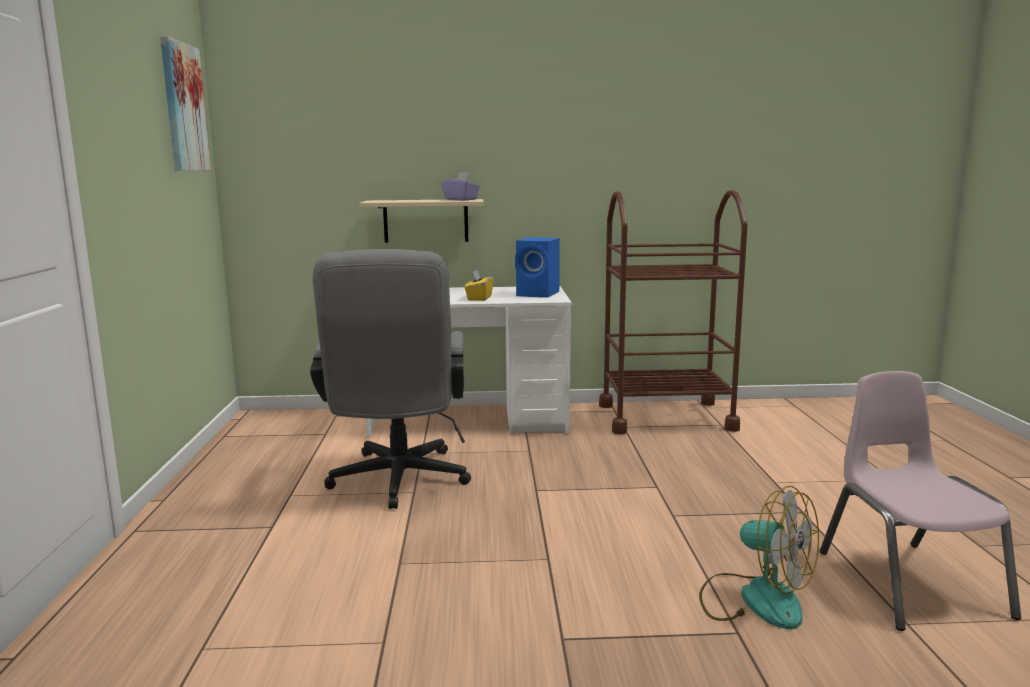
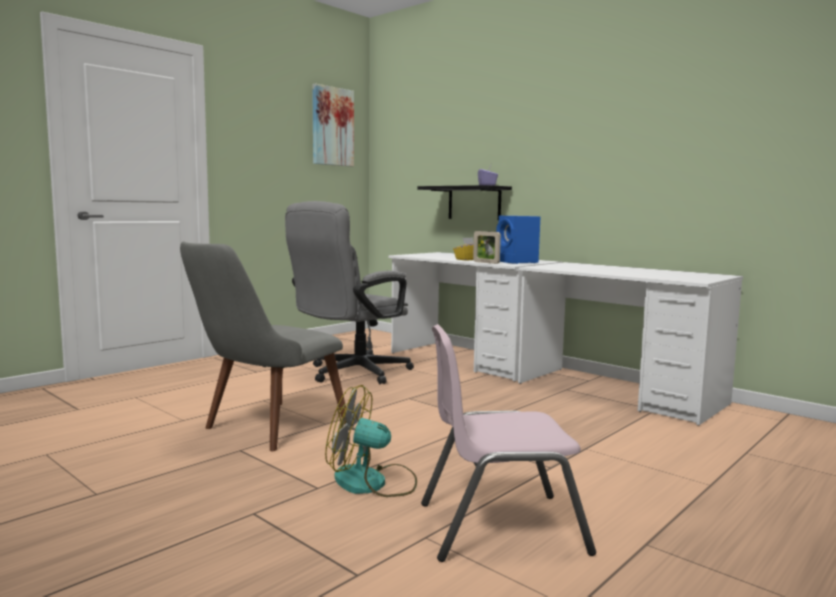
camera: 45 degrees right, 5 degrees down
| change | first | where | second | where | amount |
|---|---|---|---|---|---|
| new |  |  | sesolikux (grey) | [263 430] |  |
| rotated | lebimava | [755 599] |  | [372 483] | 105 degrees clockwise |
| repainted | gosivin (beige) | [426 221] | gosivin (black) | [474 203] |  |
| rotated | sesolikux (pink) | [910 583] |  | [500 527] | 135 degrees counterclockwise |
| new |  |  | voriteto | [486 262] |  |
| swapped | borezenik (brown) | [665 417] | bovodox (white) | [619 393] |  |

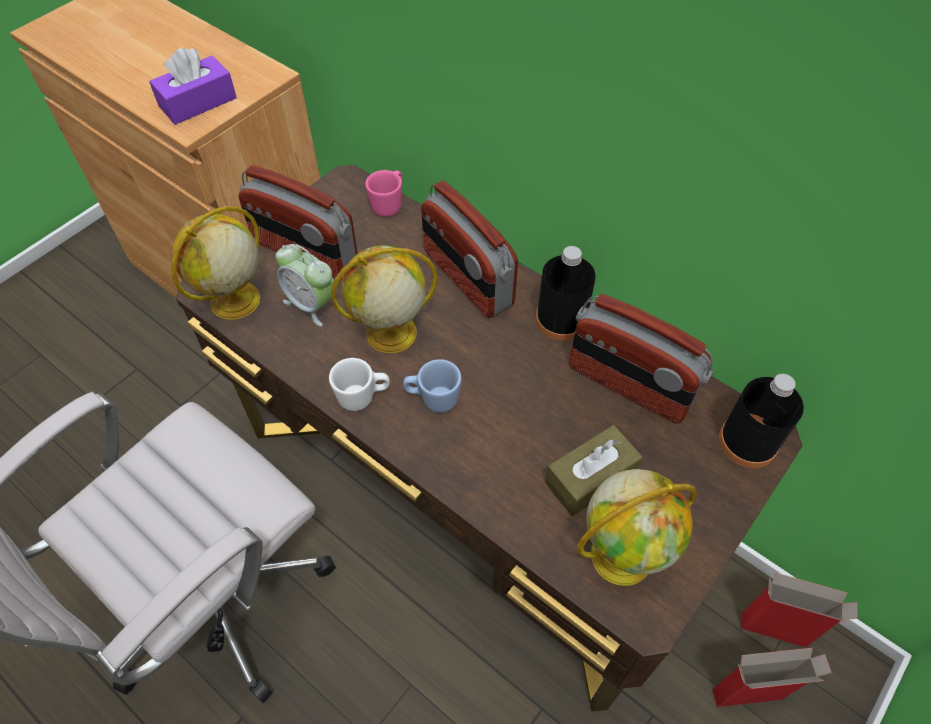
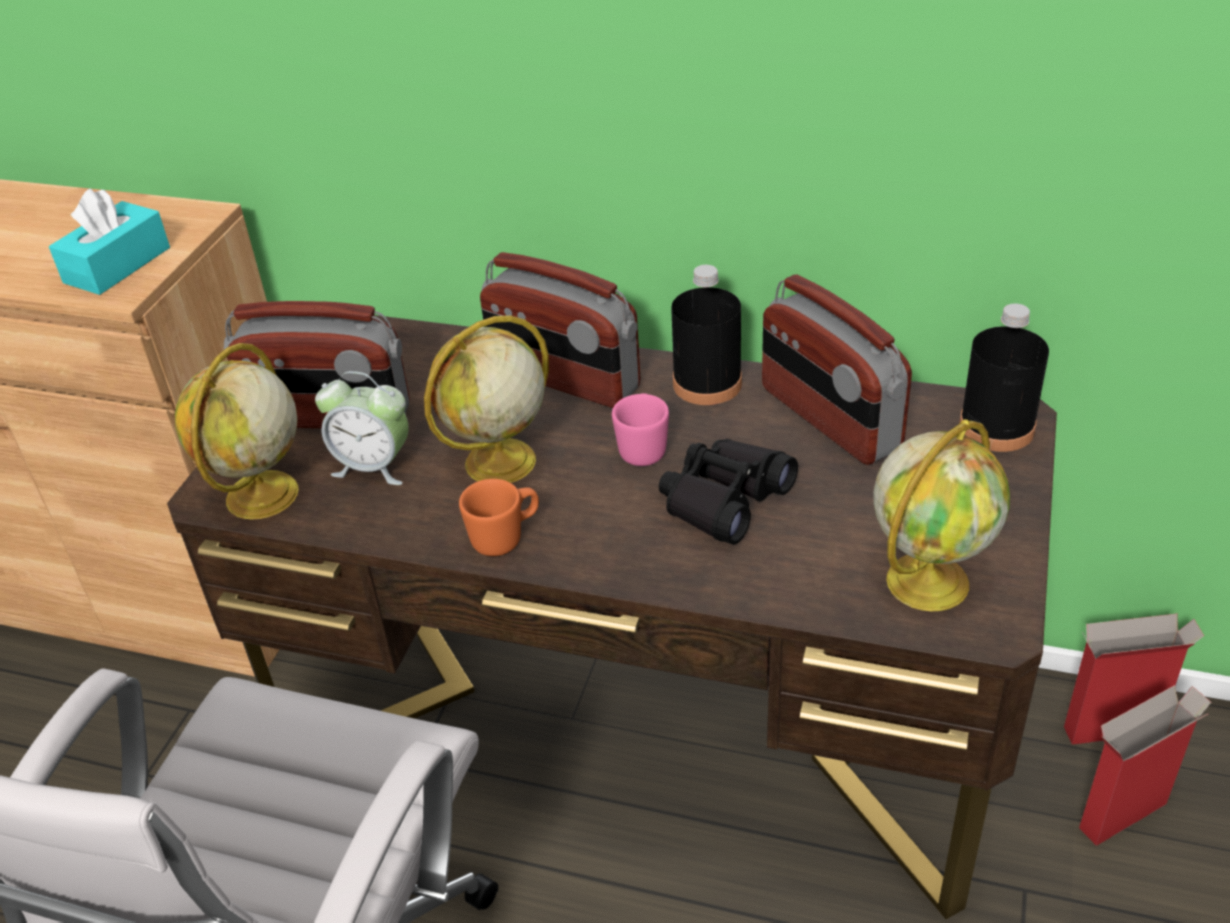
camera: 20 degrees left, 15 degrees down
| change | first | where | second | where | amount |
|---|---|---|---|---|---|
| repainted | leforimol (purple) | [198 102] | leforimol (turquoise) | [117 265] |  |
| repainted | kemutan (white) | [363 397] | kemutan (orange) | [505 538] |  |
| shifted | kemutan (pink) | [389 204] |  | [643 448] |  |
| new |  |  | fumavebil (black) | [724 500] |  |
| rotated | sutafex | [629 385] |  | [828 419] | 45 degrees clockwise |
| gone | kemutan (blue) | [433 399] |  |  |  |
| gone | leforimol (brown) | [590 478] |  |  |  |

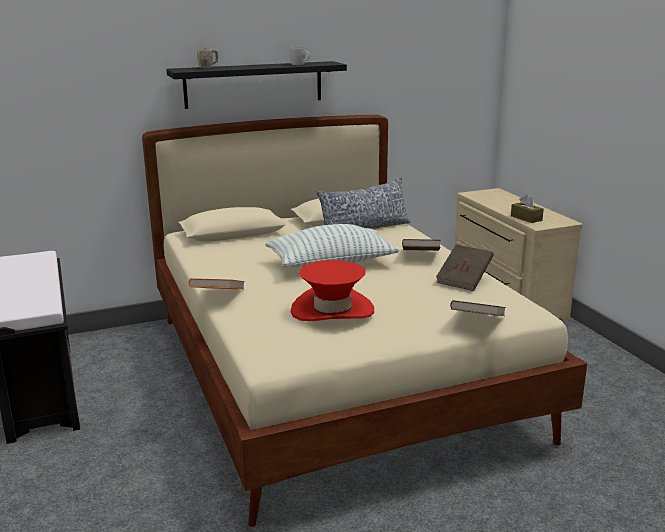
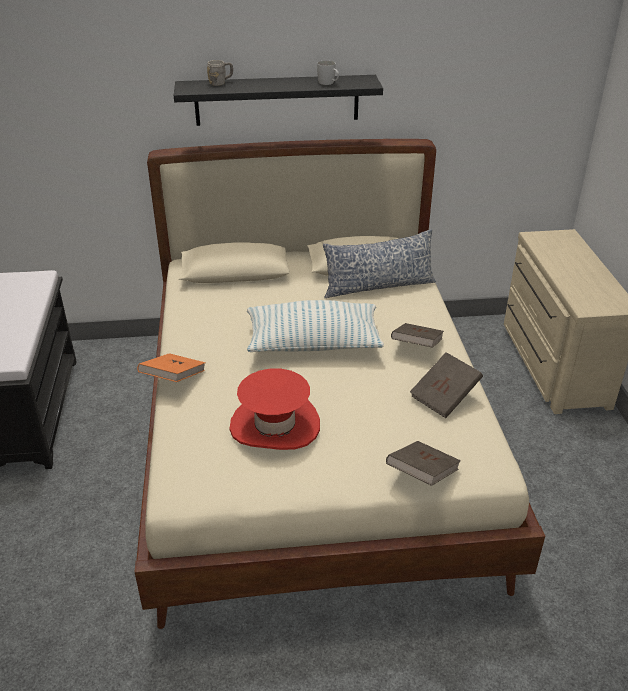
camera: 15 degrees right, 15 degrees up
| change | first | where | second | where | amount |
|---|---|---|---|---|---|
| gone | leforimol (brown) | [526 218] |  |  |  |

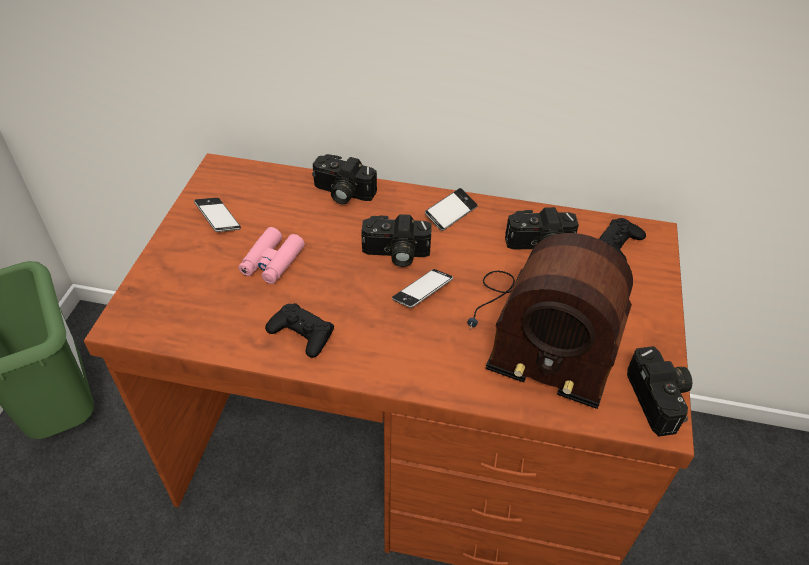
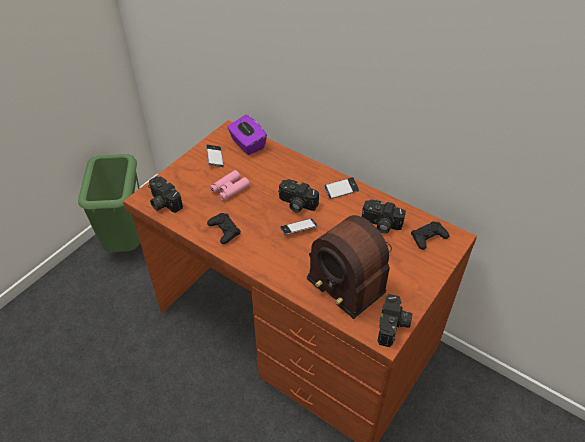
camera: 25 degrees right, 0 degrees up
| change | first | where | second | where | amount |
|---|---|---|---|---|---|
| shifted | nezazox | [342 193] |  | [163 202] |  |
| new |  |  | leforimol (purple) | [247 144] |  |

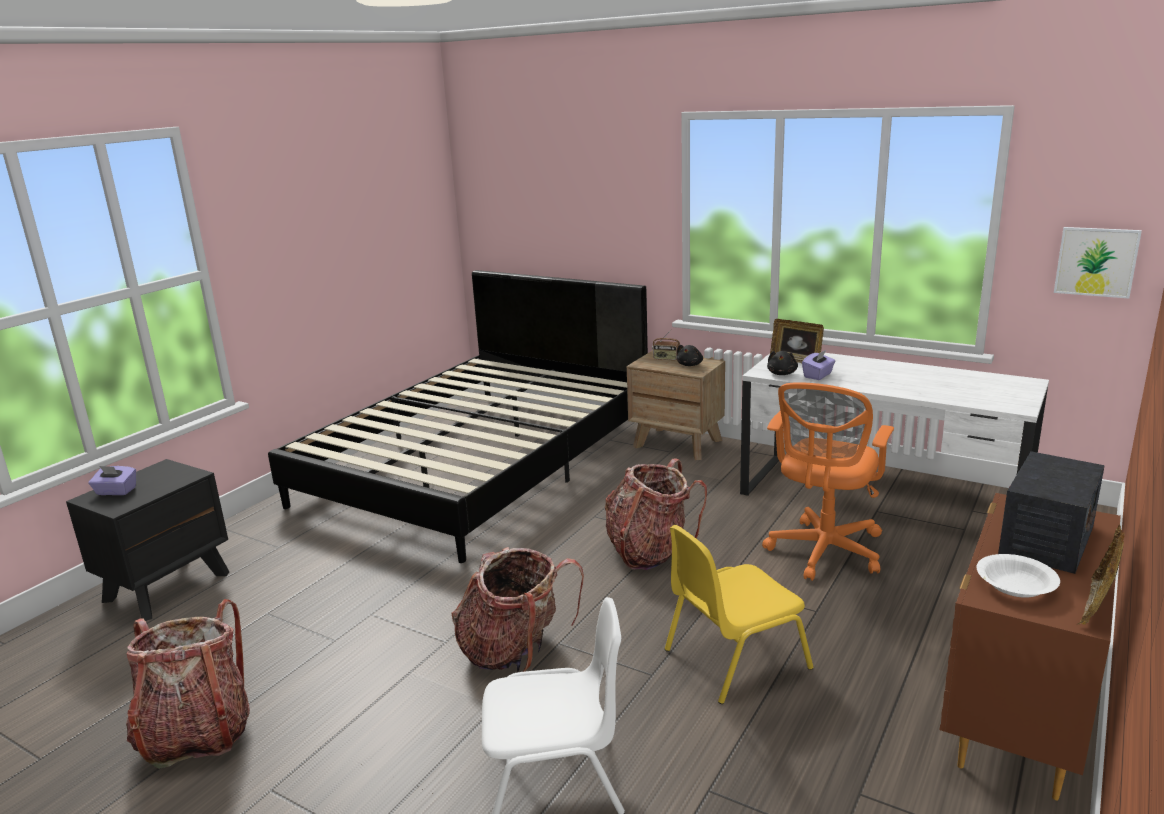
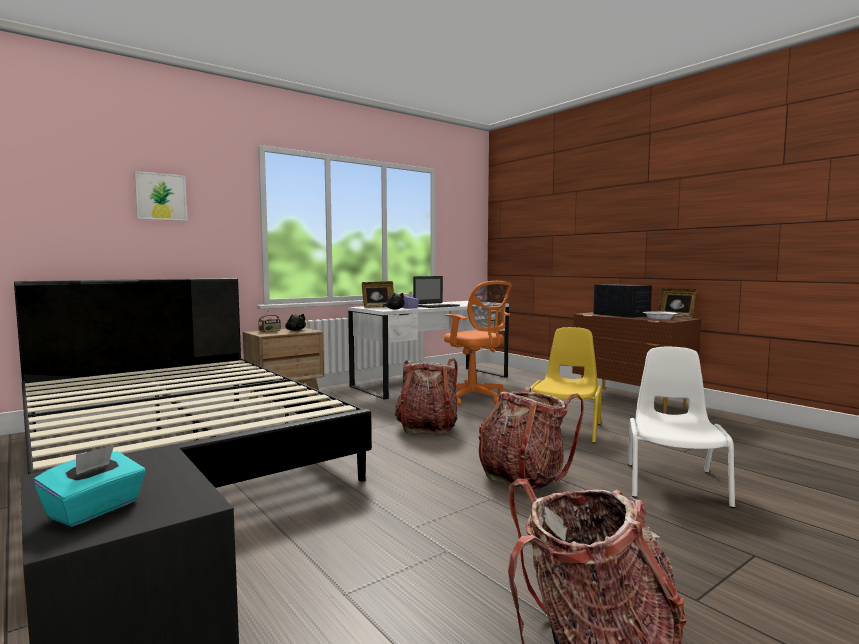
camera: 70 degrees left, 15 degrees down
| change | first | where | second | where | amount |
|---|---|---|---|---|---|
| repainted | leforimol (purple) | [116 491] | leforimol (turquoise) | [95 510] |  |
| shifted | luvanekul | [1096 262] |  | [161 197] |  |
| new |  |  | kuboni | [436 306] |  |
| rotated | sesolikux (yellow) | [733 659] |  | [566 429] | 150 degrees counterclockwise |

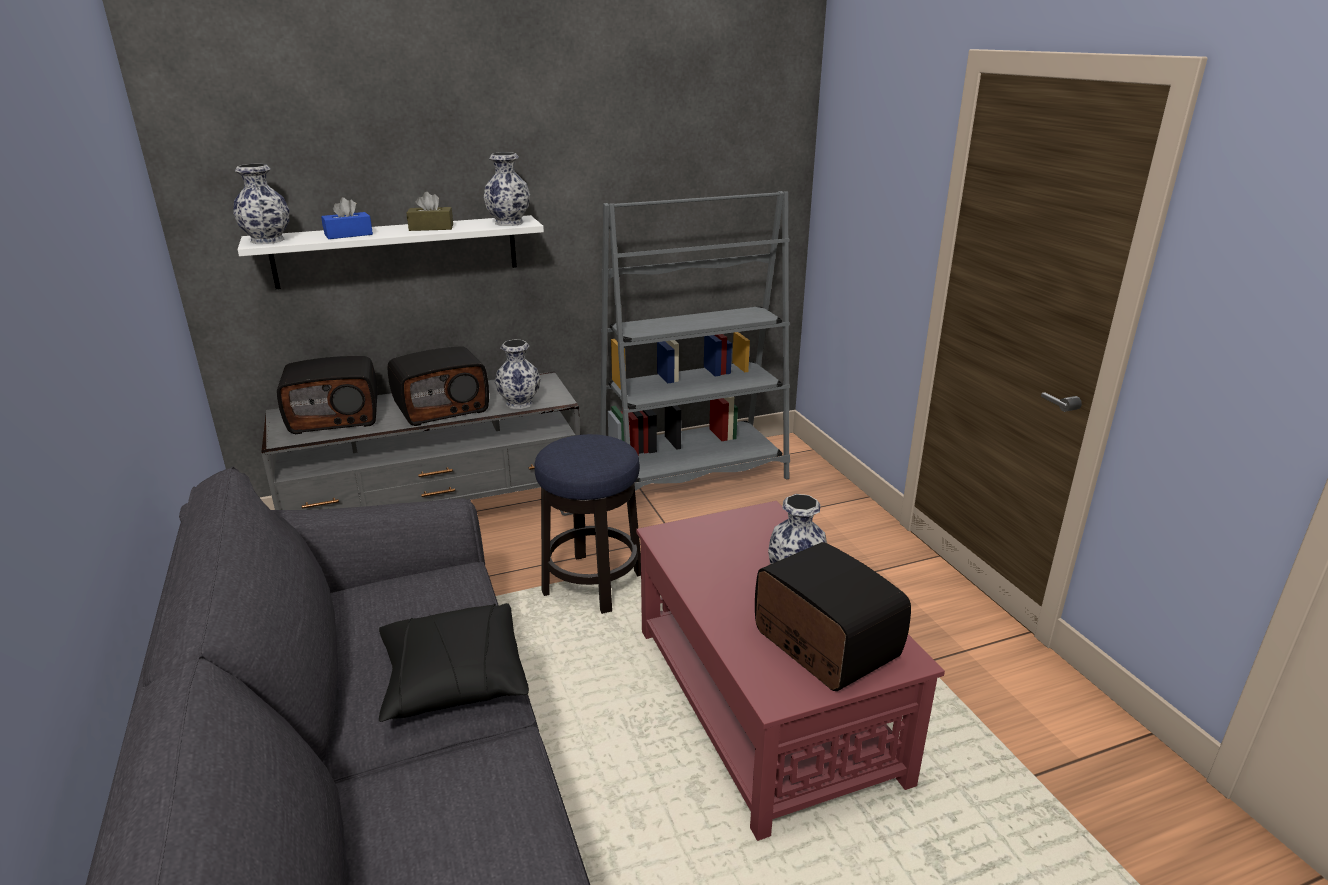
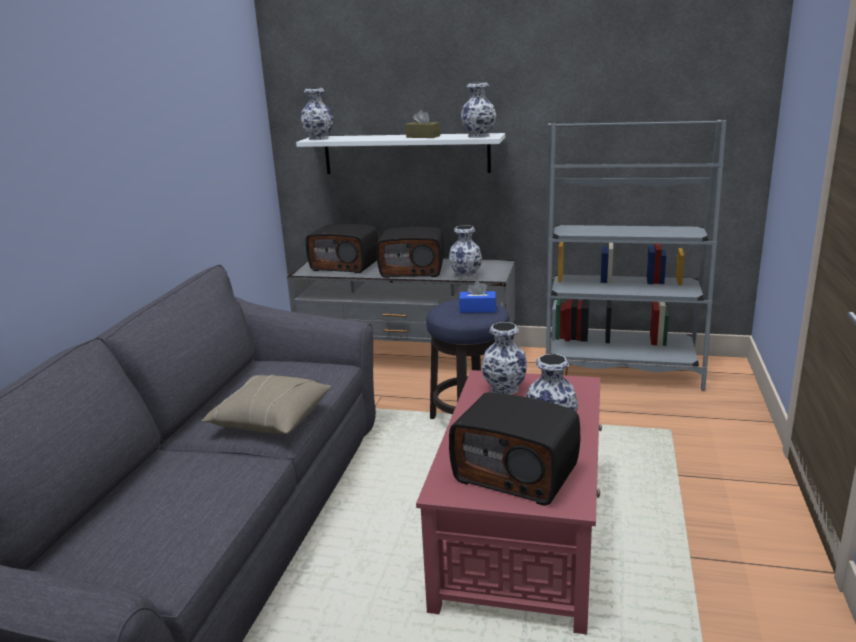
camera: 35 degrees right, 5 degrees down
| change | first | where | second | where | amount |
|---|---|---|---|---|---|
| repainted | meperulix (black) | [453 679] | meperulix (beige) | [271 419] |  |
| rotated | sutafex | [822 645] |  | [517 473] | 120 degrees clockwise |
| shifted | leforimol (blue) | [348 234] |  | [477 309] |  |
| new |  |  | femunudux | [504 388] |  |

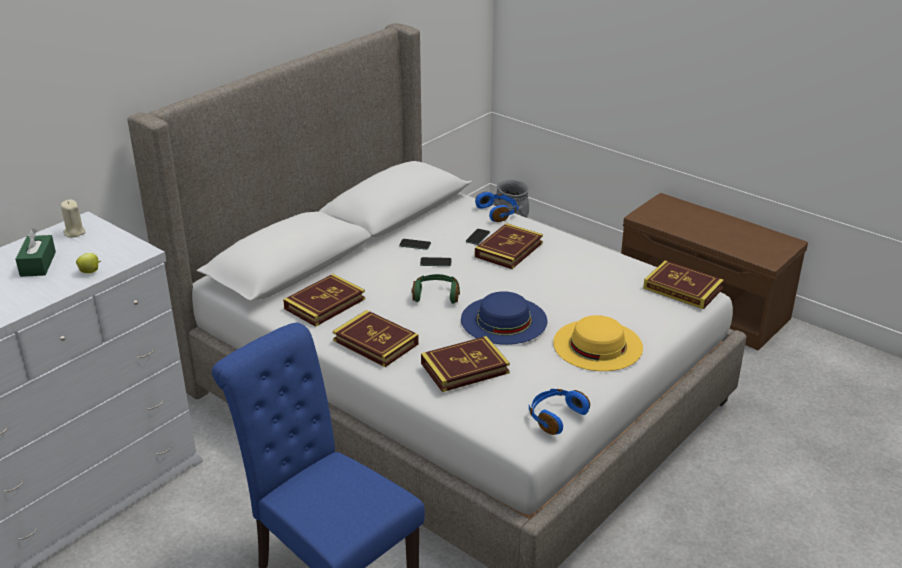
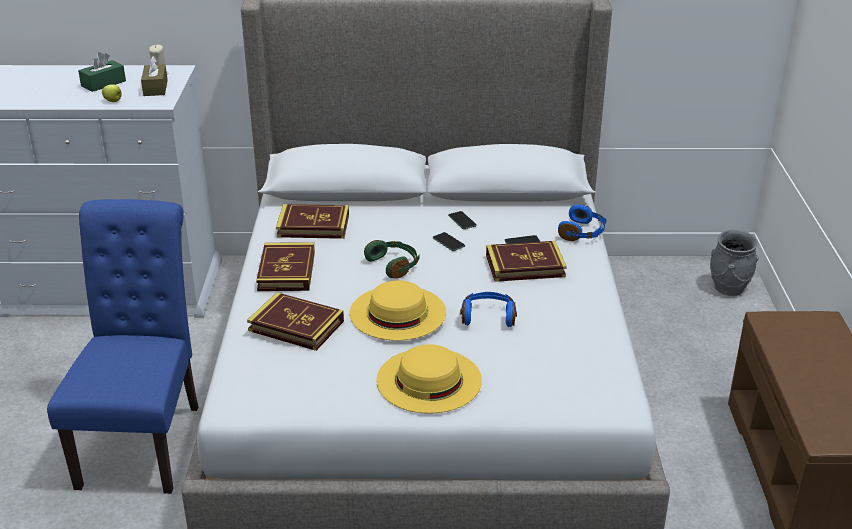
camera: 50 degrees right, 0 degrees up
| change | first | where | second | where | amount |
|---|---|---|---|---|---|
| new |  |  | leforimol (brown) | [155 88] |  |
| repainted | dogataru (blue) | [504 320] | dogataru (yellow) | [398 312] |  |
| shifted | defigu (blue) | [555 417] |  | [488 317] |  |
| gone | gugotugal | [682 288] |  |  |  |

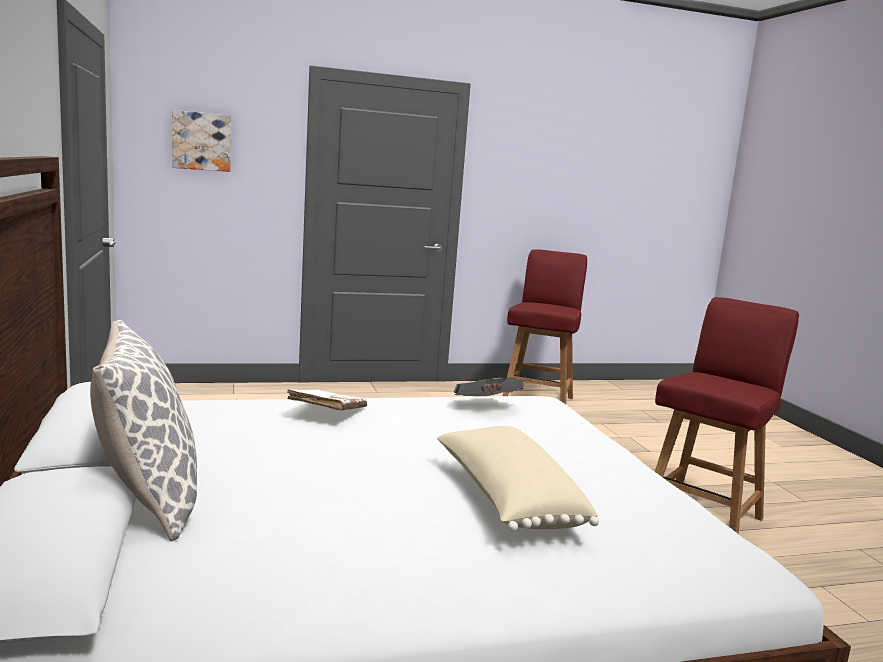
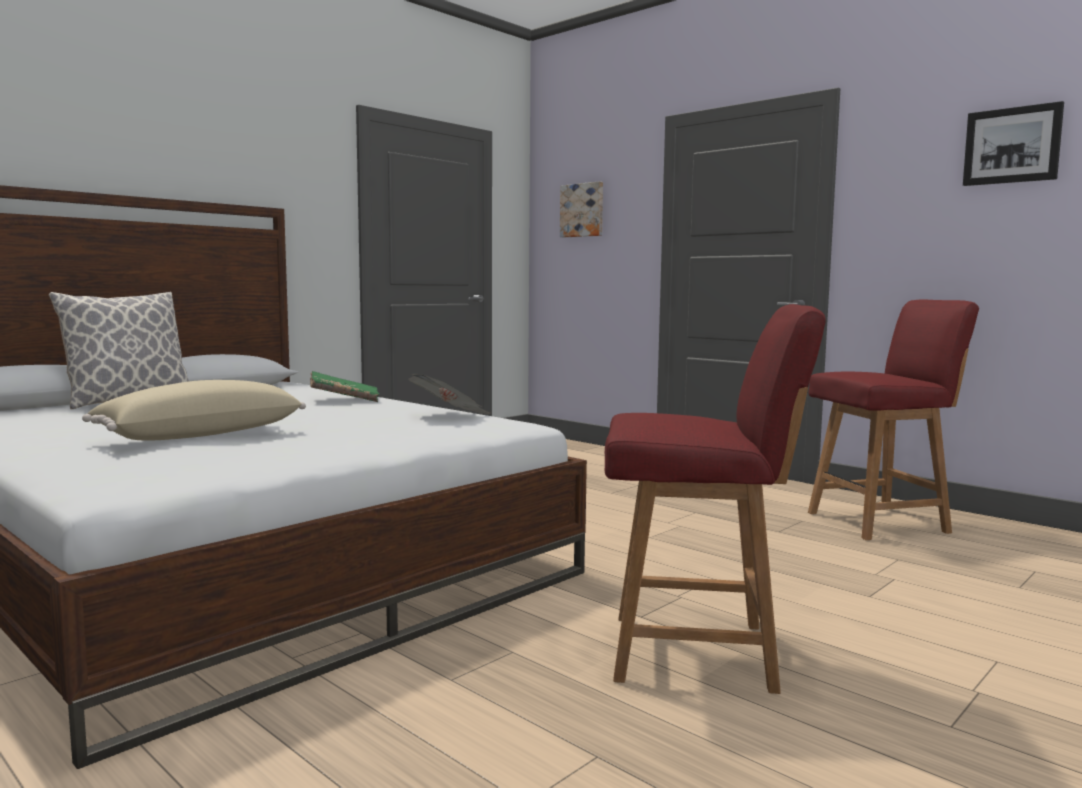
camera: 60 degrees right, 5 degrees down
| change | first | where | second | where | amount |
|---|---|---|---|---|---|
| repainted | gugotugal (white) | [327 413] | gugotugal (green) | [344 400] |  |
| new |  |  | luvanekul | [1012 145] |  |

